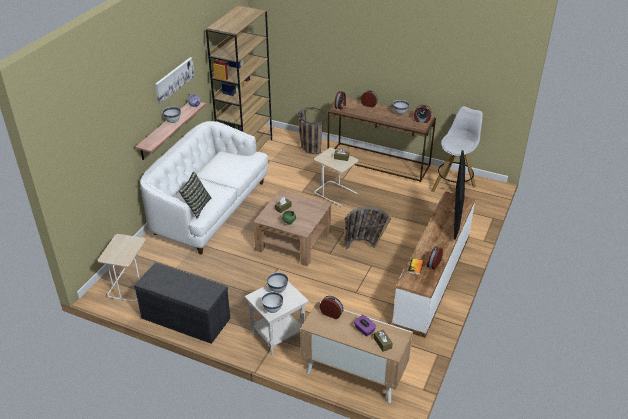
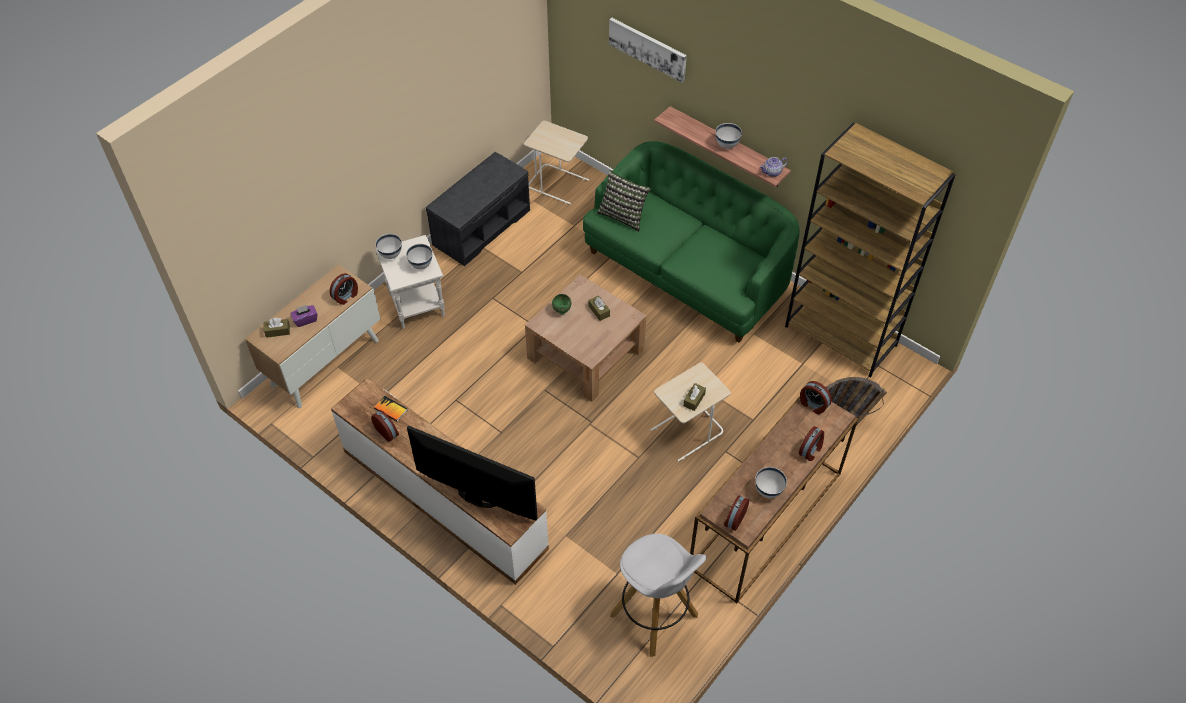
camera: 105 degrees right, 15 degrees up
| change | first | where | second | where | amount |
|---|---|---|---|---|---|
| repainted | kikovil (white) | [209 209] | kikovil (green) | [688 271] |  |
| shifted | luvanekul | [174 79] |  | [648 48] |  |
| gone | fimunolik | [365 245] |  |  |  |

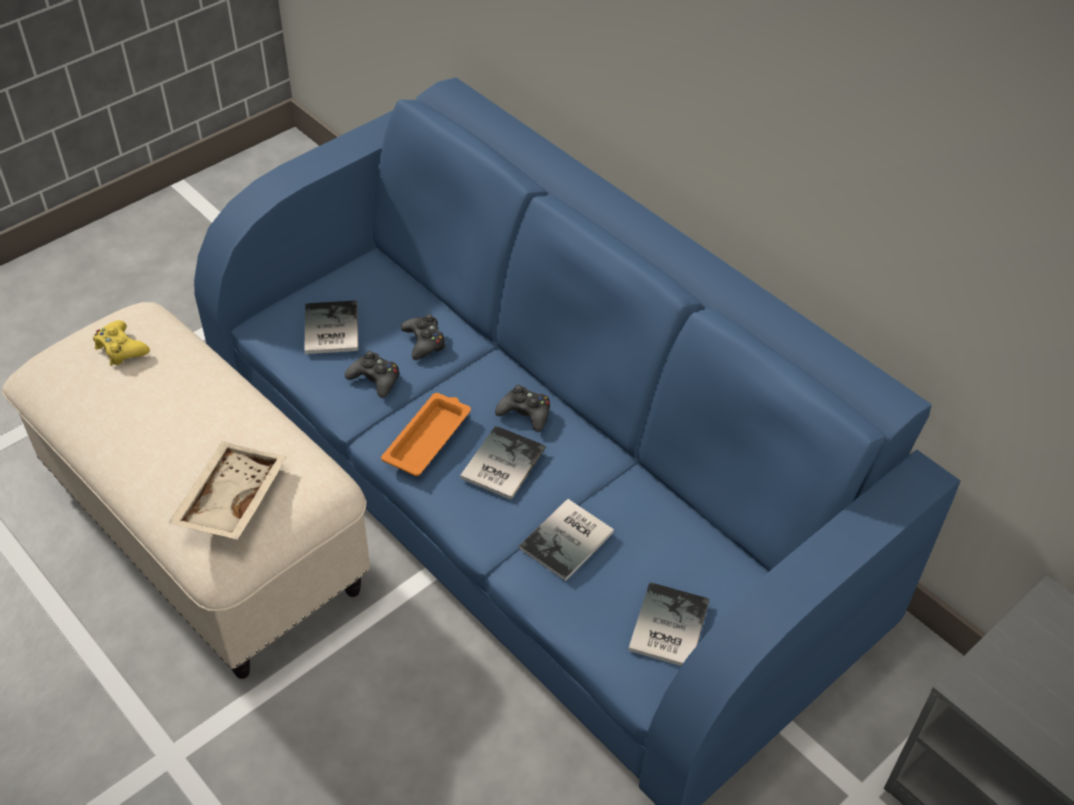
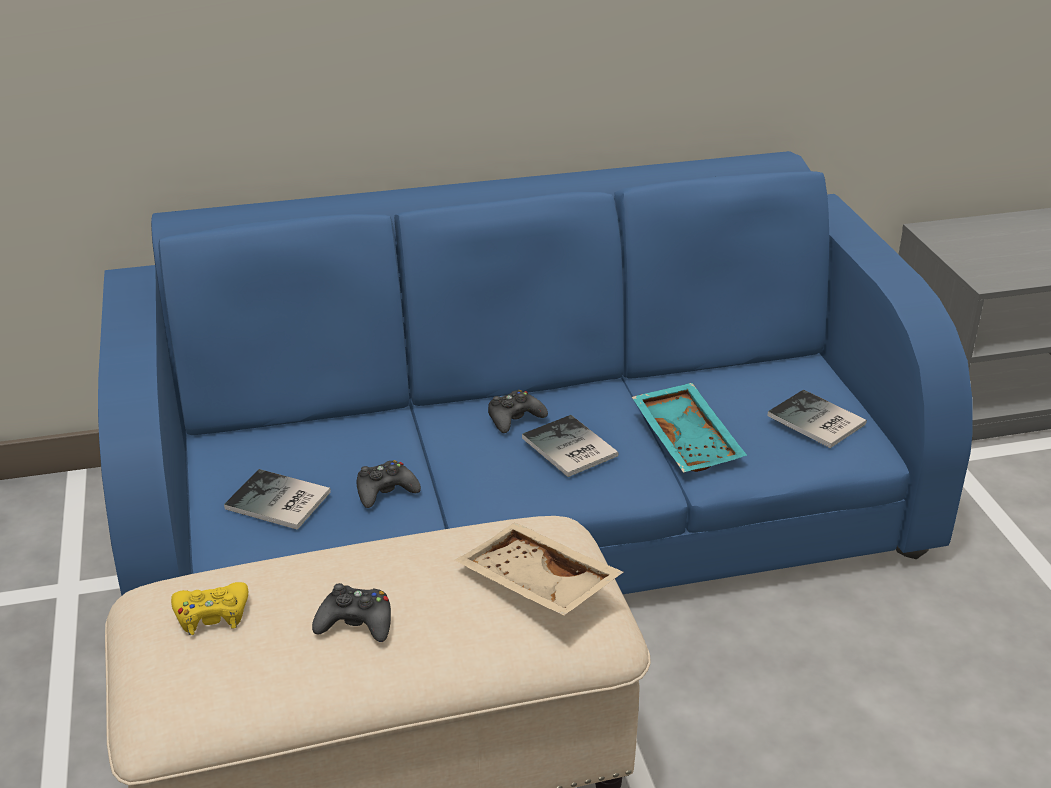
camera: 60 degrees left, 15 degrees down
| change | first | where | second | where | amount |
|---|---|---|---|---|---|
| shifted | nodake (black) | [424 342] |  | [356 622] |  |
| swapped | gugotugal | [570 540] | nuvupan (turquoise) | [689 440] |  |
| gone | nuvupan (orange) | [428 437] |  |  |  |

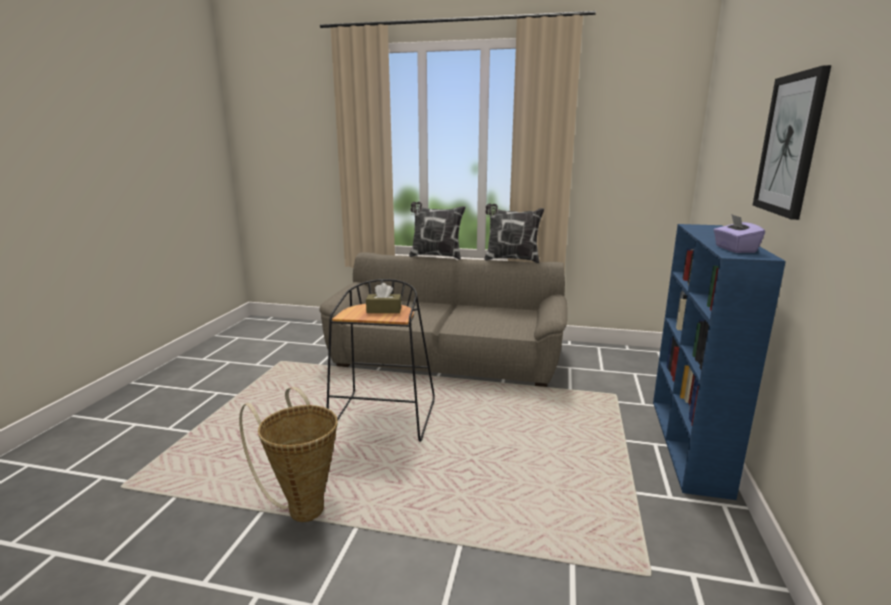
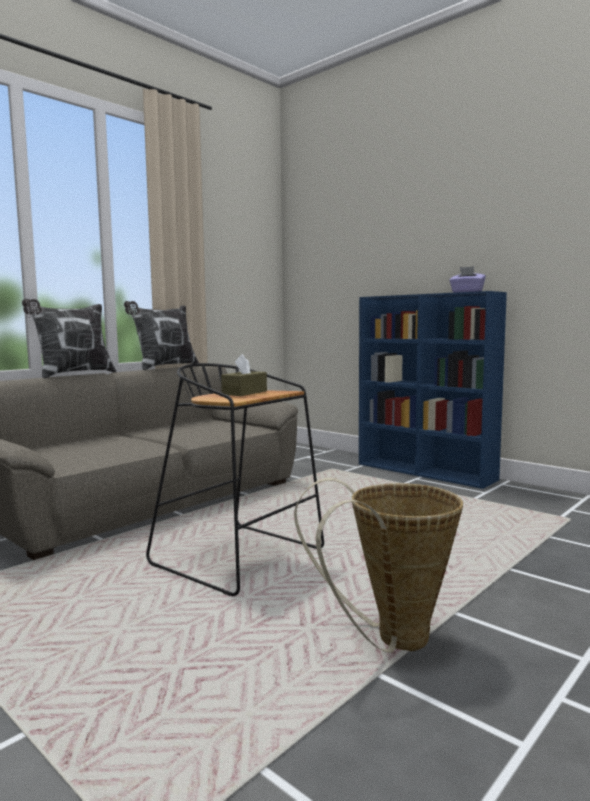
camera: 60 degrees left, 10 degrees down
| change | first | where | second | where | amount |
|---|---|---|---|---|---|
| gone | luvanekul | [790 145] |  |  |  |

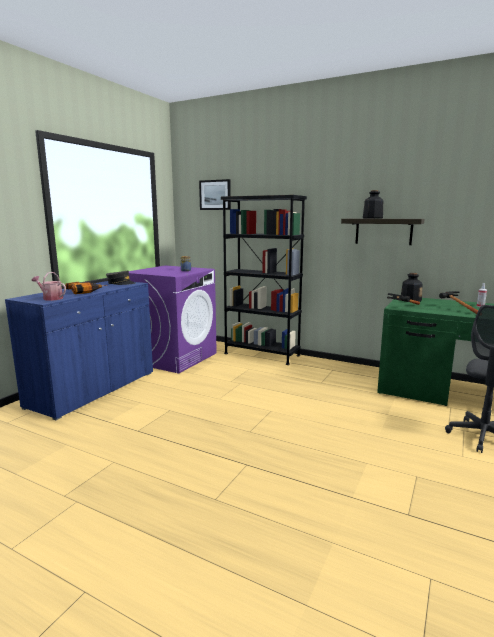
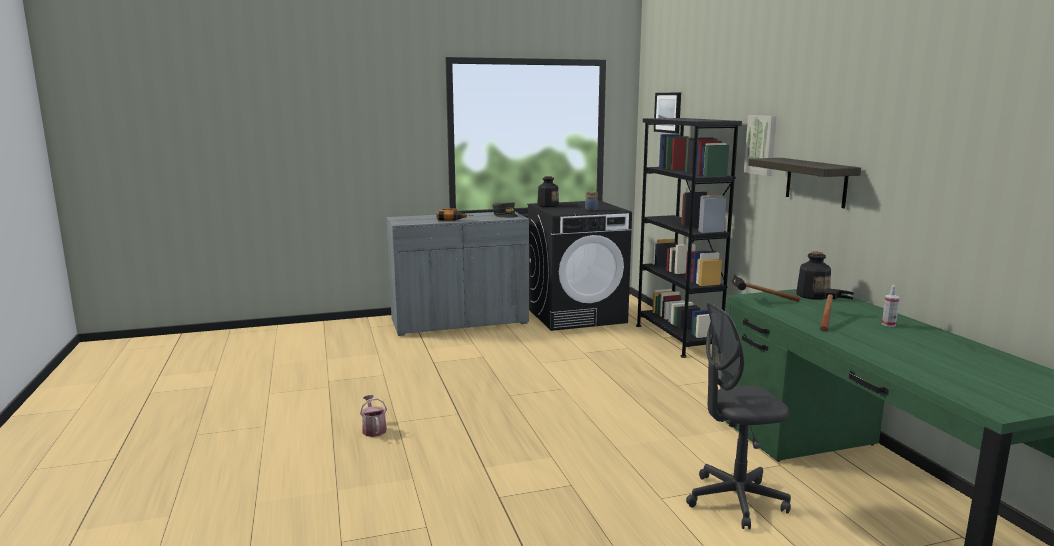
camera: 45 degrees right, 0 degrees up
| change | first | where | second | where | amount |
|---|---|---|---|---|---|
| shifted | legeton | [51 298] |  | [373 429] |  |
| repainted | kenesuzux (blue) | [93 389] | kenesuzux (grey) | [459 322] |  |
| repainted | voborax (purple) | [174 357] | voborax (black) | [576 315] |  |
| shifted | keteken | [372 218] |  | [547 205] |  |
| new |  |  | luvanekul | [762 145] |  |

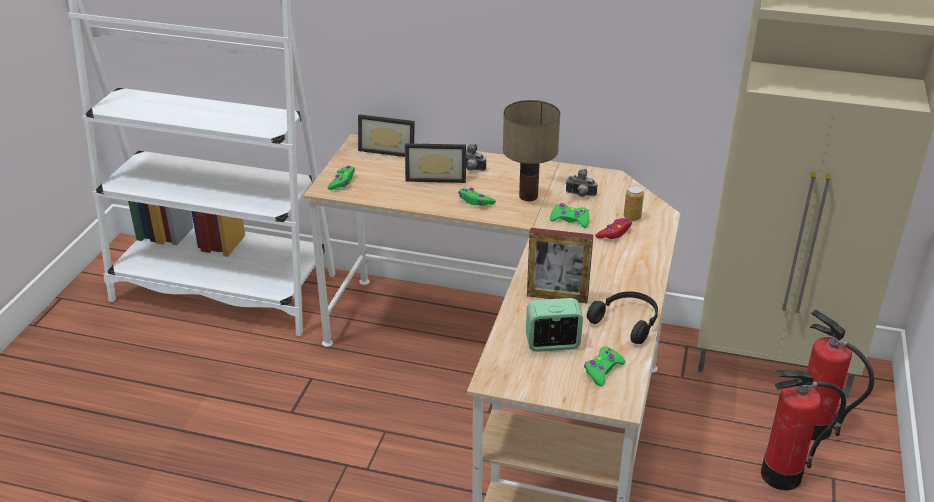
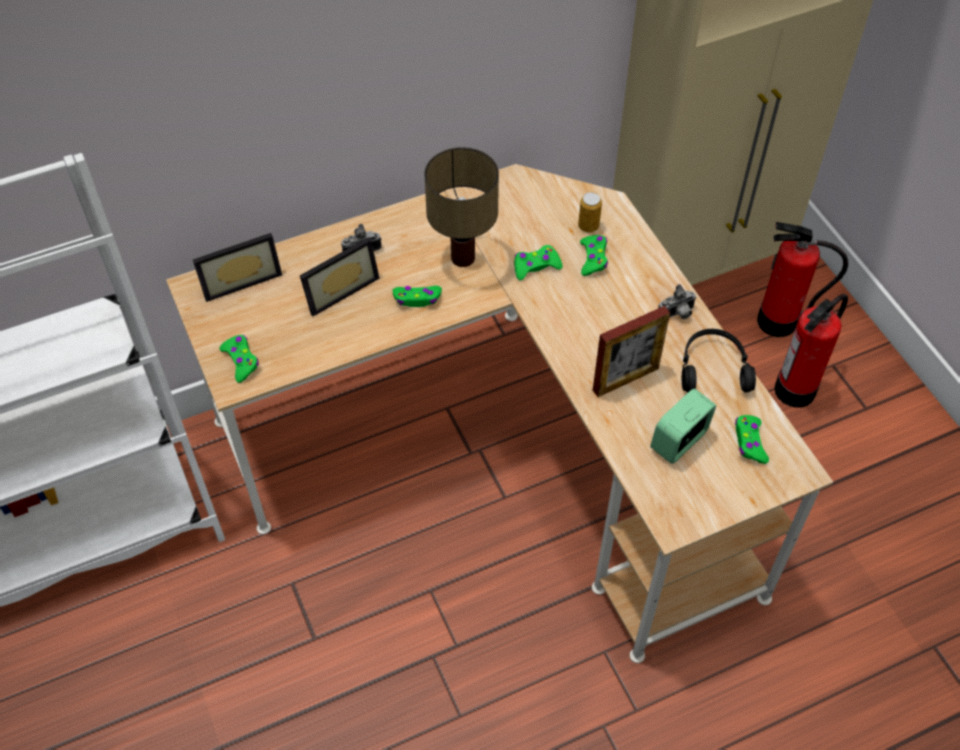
camera: 40 degrees left, 20 degrees up
| change | first | where | second | where | amount |
|---|---|---|---|---|---|
| repainted | nodake (red) | [614 233] | nodake (green) | [593 258] |  |
| shifted | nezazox | [580 195] |  | [677 315] |  |

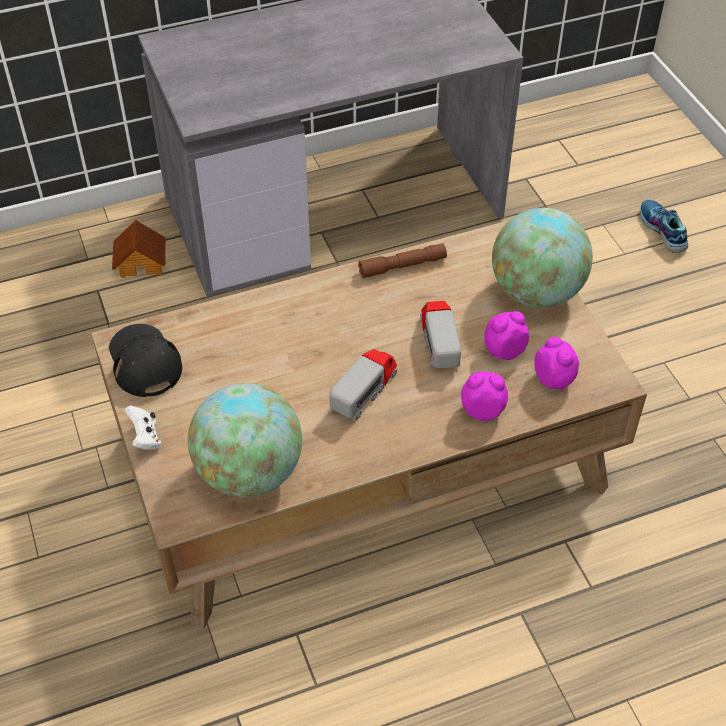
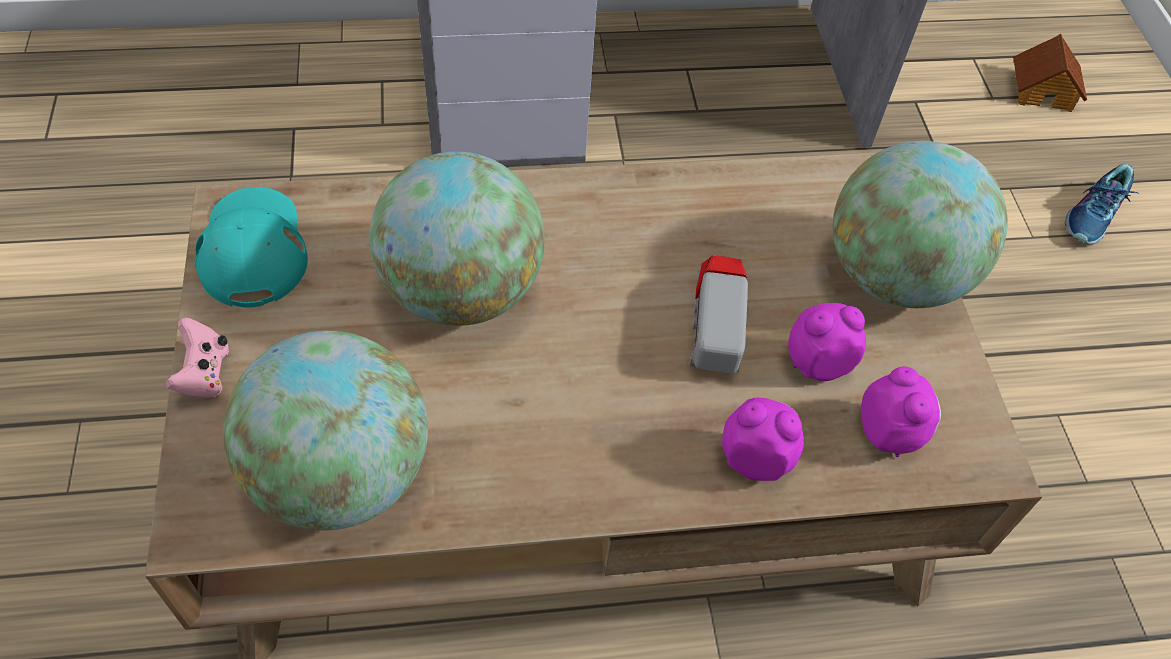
camera: 10 degrees right, 5 degrees up
| change | first | where | second | where | amount |
|---|---|---|---|---|---|
| repainted | nodake (white) | [145 437] | nodake (pink) | [204 373] |  |
| repainted | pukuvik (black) | [144 362] | pukuvik (turquoise) | [253 249] |  |
| new |  |  | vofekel | [461 291] |  |
| shifted | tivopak | [141 262] |  | [1042 91] |  |
| rotated | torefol | [662 231] |  | [1094 216] | 135 degrees counterclockwise |
| gone | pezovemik | [364 390] |  |  |  |
| gone | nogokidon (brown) | [402 266] |  |  |  |

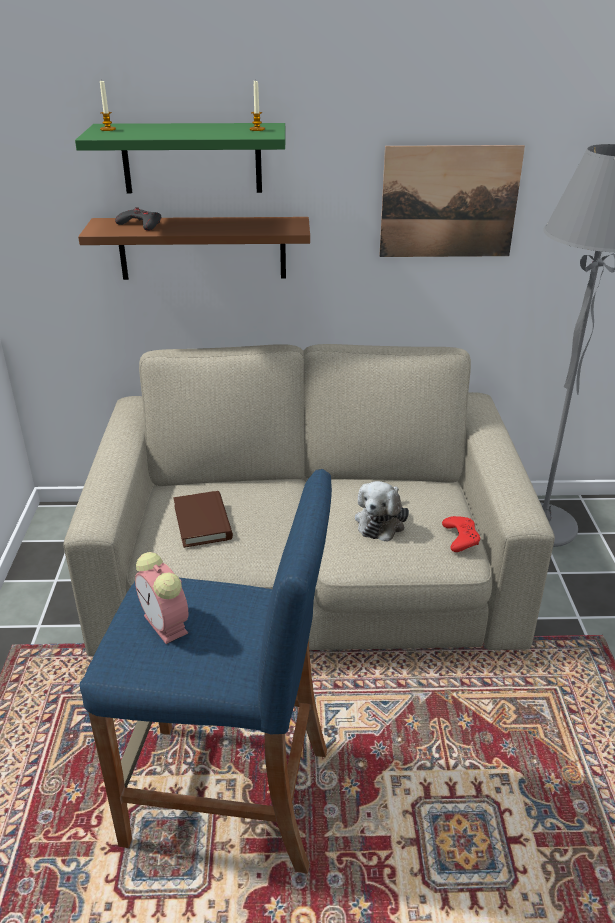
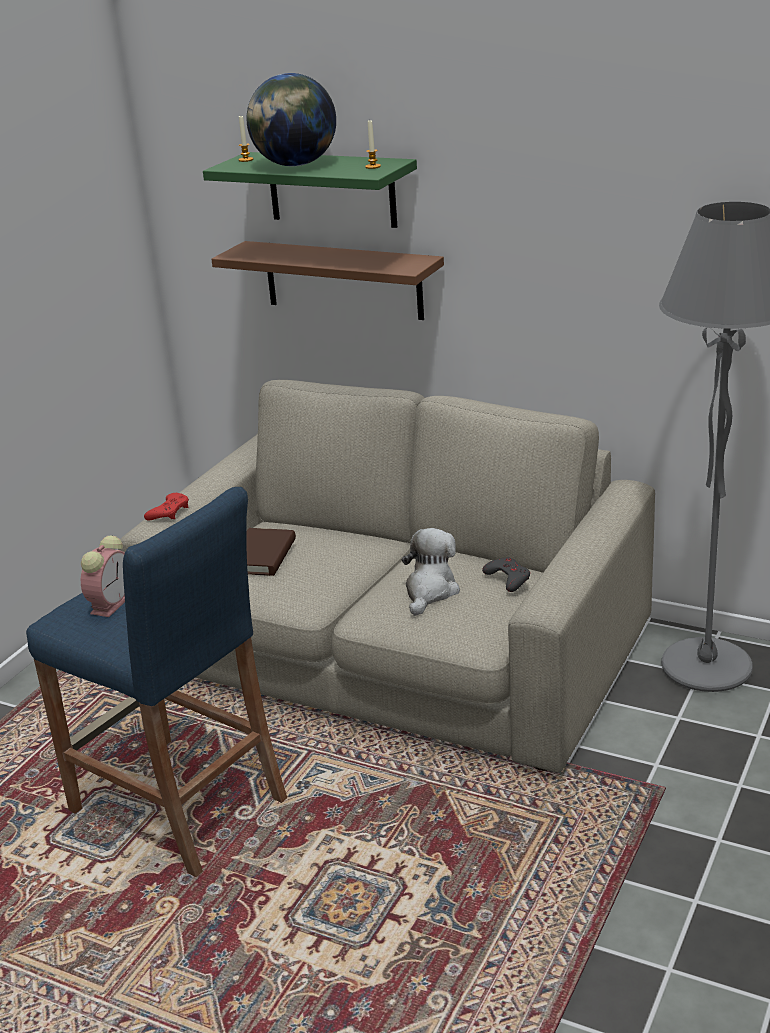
camera: 30 degrees right, 5 degrees down
| change | first | where | second | where | amount |
|---|---|---|---|---|---|
| rotated | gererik | [167 625] |  | [111 603] | 150 degrees counterclockwise |
| shifted | nodake (red) | [460 537] |  | [169 511] |  |
| new |  |  | vofekel | [295 165] |  |
| rotated | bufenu | [381 521] |  | [430 591] | 150 degrees clockwise |
| shifted | nodake (grey) | [141 224] |  | [508 578] |  |
| gone | luvanekul | [449 202] |  |  |  |

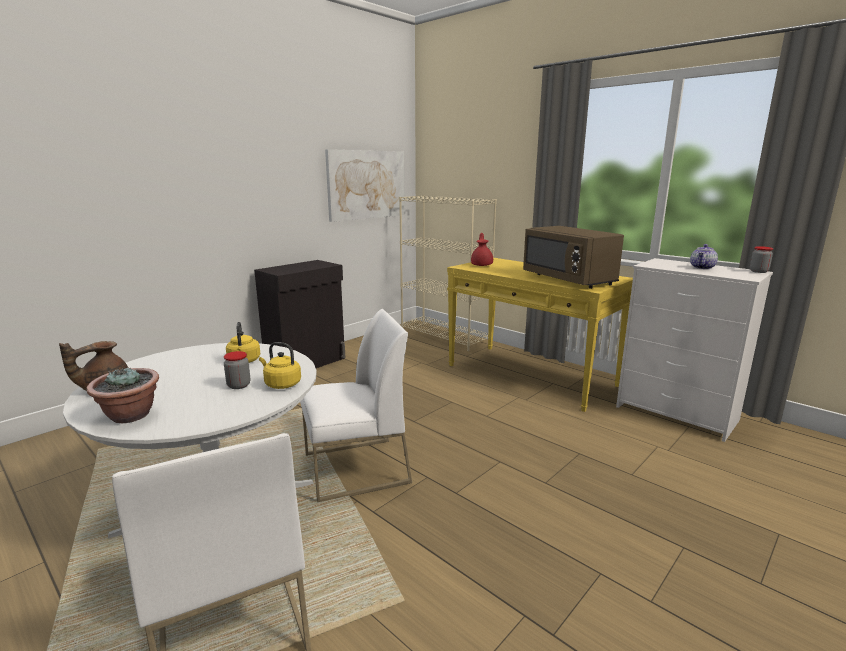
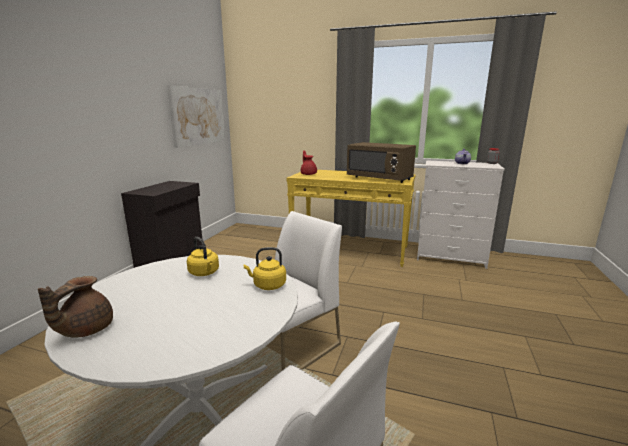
camera: 25 degrees left, 0 degrees up
| change | first | where | second | where | amount |
|---|---|---|---|---|---|
| gone | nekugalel | [130 416] |  |  |  |
| gone | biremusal | [239 385] |  |  |  |
| gone | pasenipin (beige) | [444 336] |  |  |  |

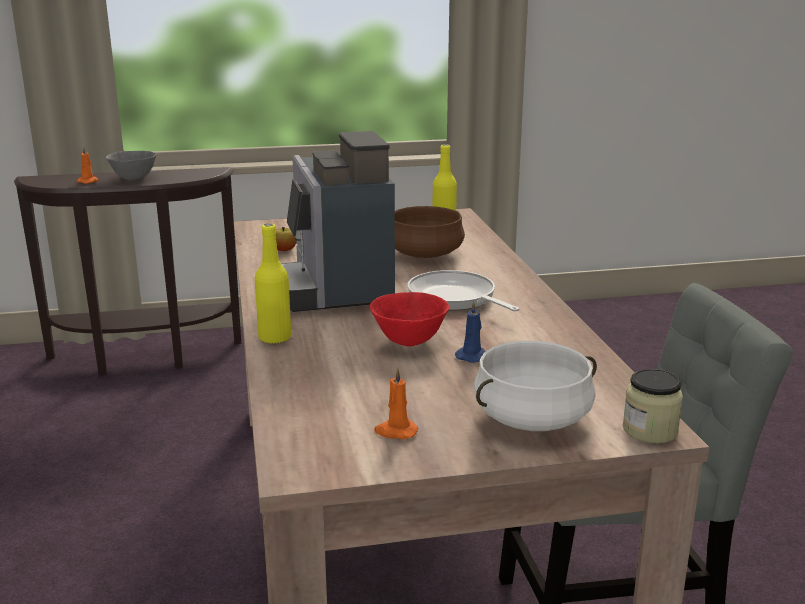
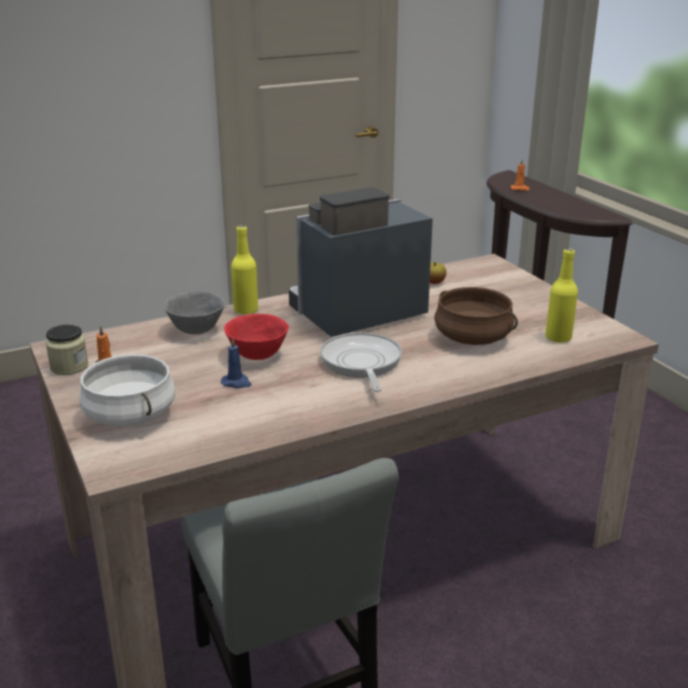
camera: 75 degrees right, 5 degrees up
| change | first | where | second | where | amount |
|---|---|---|---|---|---|
| shifted | biremusal | [650 430] |  | [69 366] |  |
| shifted | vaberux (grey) | [133 178] |  | [196 330] |  |
| rotated | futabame | [455 298] |  | [361 363] | 45 degrees counterclockwise |

